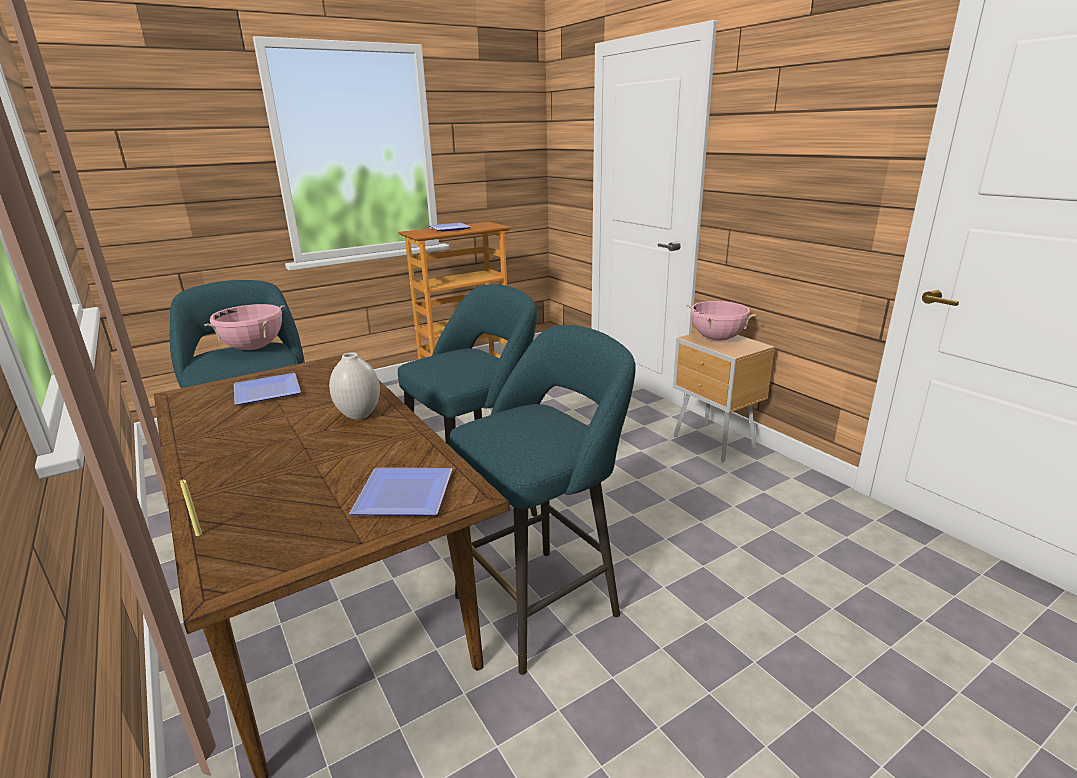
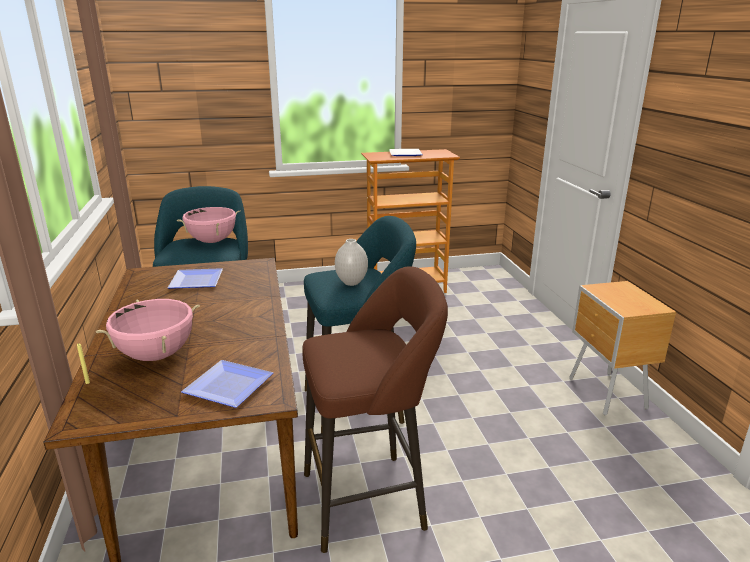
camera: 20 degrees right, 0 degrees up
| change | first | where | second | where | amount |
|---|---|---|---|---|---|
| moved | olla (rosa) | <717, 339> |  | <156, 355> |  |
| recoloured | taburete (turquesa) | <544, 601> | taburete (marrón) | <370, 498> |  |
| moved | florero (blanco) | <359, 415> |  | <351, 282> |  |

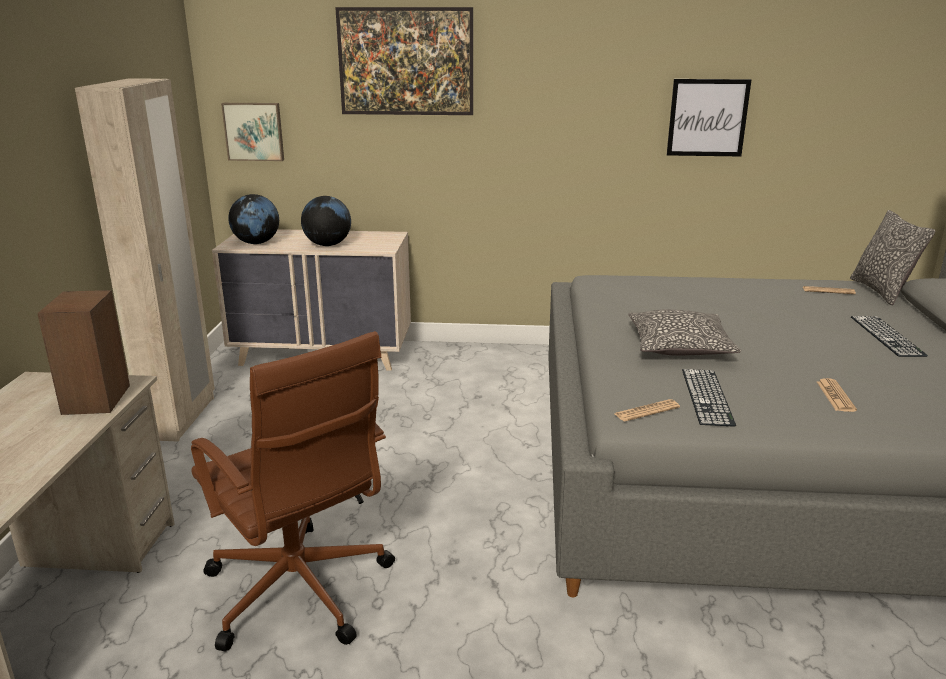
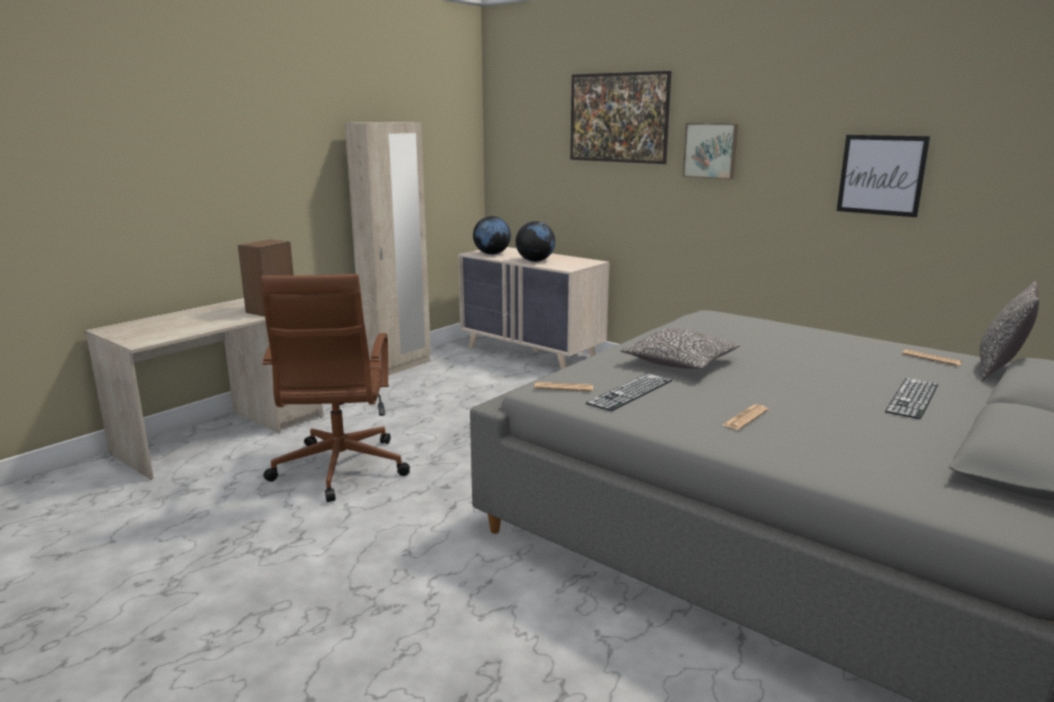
camera: 35 degrees right, 5 degrees down
| change | first | where | second | where | amount |
|---|---|---|---|---|---|
| moved | cuadro | <254, 131> |  | <711, 150> |  |

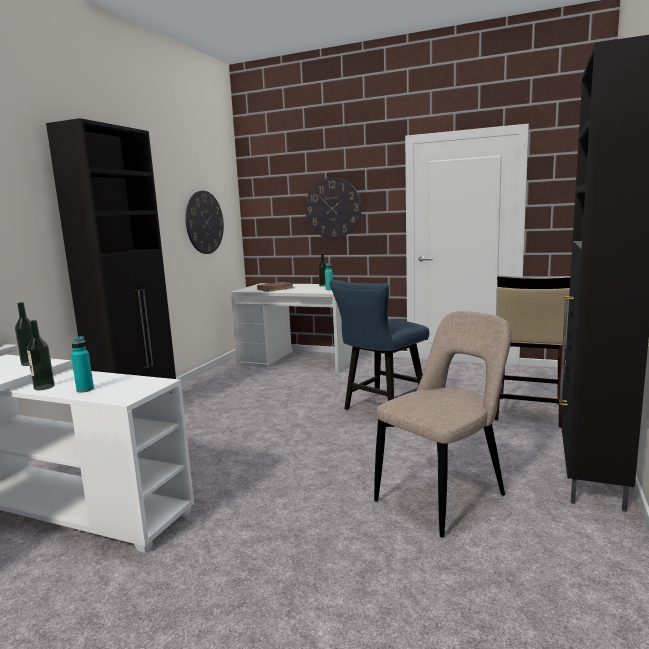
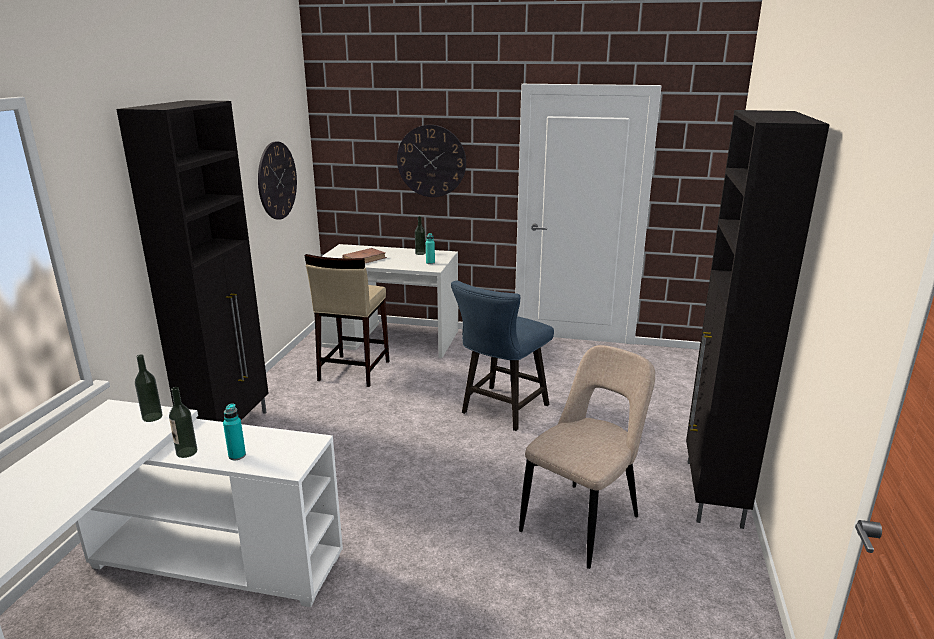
camera: 10 degrees left, 10 degrees up
| change | first | where | second | where | amount |
|---|---|---|---|---|---|
| moved | taburete (beis) | <527, 411> |  | <353, 371> |  |

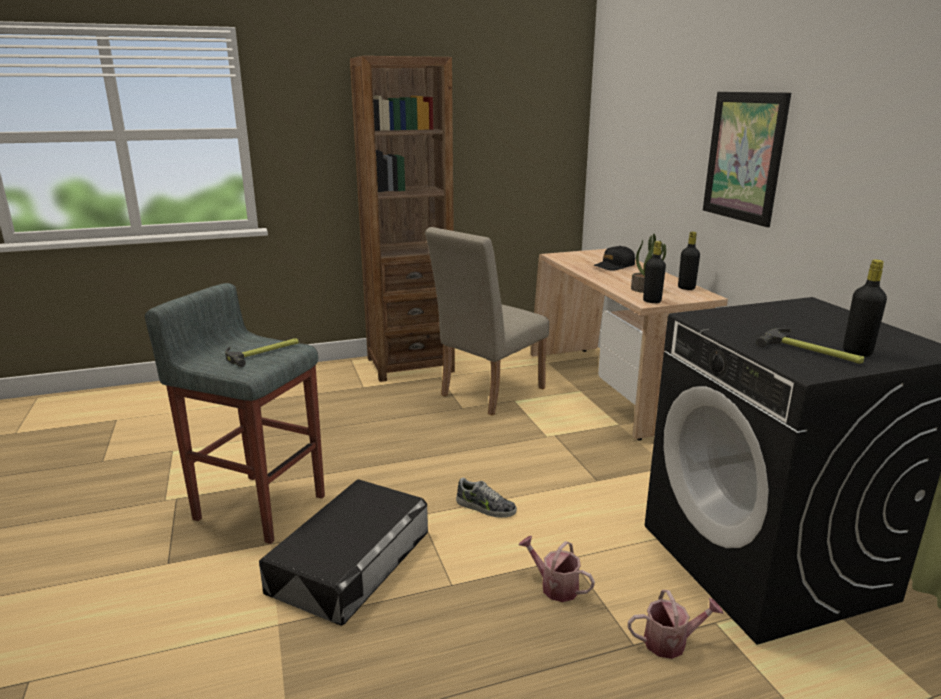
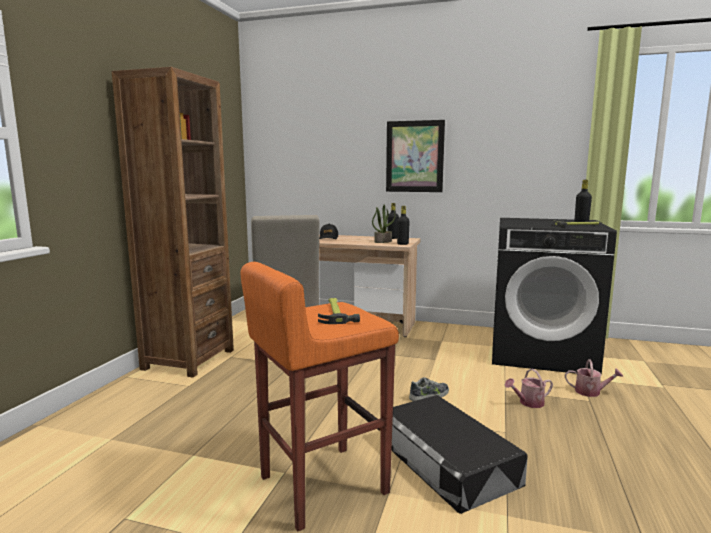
camera: 55 degrees left, 10 degrees down
| change | first | where | second | where | amount |
|---|---|---|---|---|---|
| recoloured | taburete (gris) | <259, 506> | taburete (naranja) | <321, 484> |  |
| turned | regadera | <671, 642> |  | <591, 392> | 75 degrees clockwise |

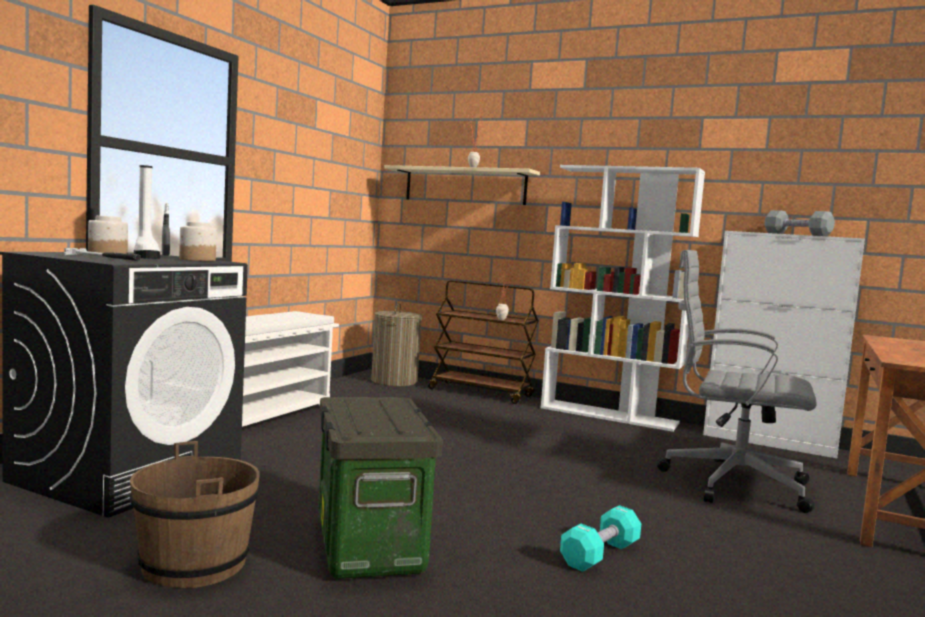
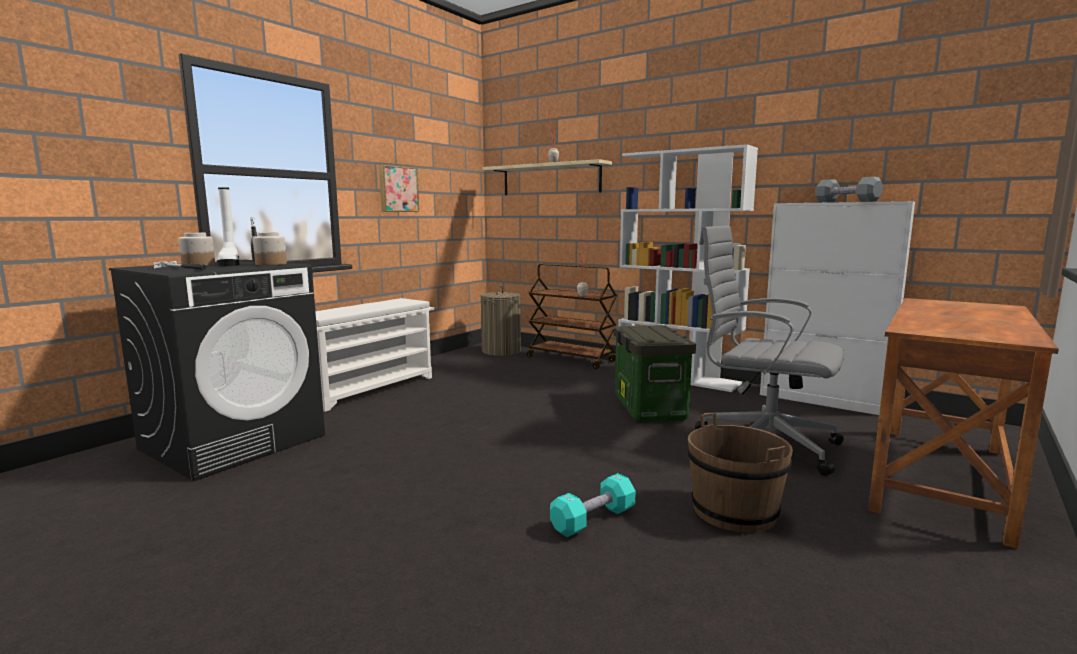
camera: 10 degrees right, 5 degrees up
| change | first | where | second | where | amount |
|---|---|---|---|---|---|
| added |  |  | cuadro | <398, 189> |  |
| moved | caja de almacenaje | <367, 543> |  | <647, 407> |  |
| moved | cubo (marrón) | <194, 564> |  | <734, 511> |  |

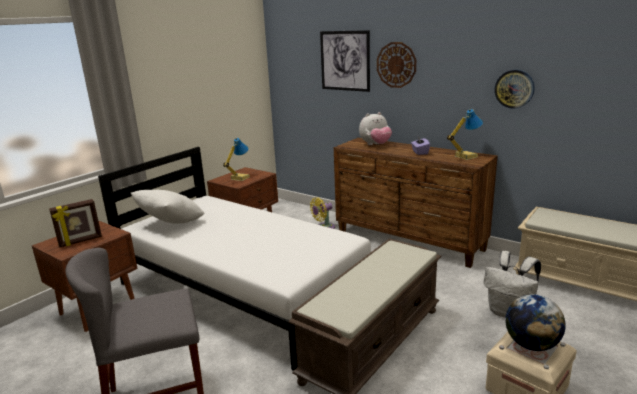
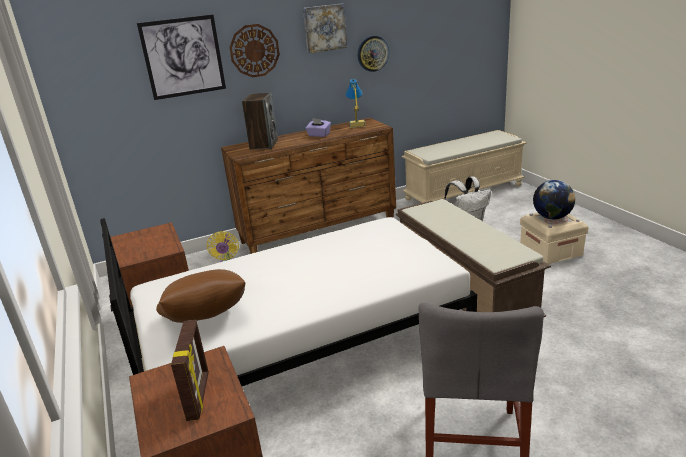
camera: 60 degrees left, 5 degrees up
| change | first | where | second | where | amount |
|---|---|---|---|---|---|
| recoloured | cojín (blanco) | <171, 224> | cojín (marrón) | <205, 321> |  |
| replaced | peluche | <375, 145> | altavoz | <263, 145> |  |
| added |  |  | cuadro | <324, 28> |  |
| removed | lámpara de mesa | <239, 178> |  |  |  |

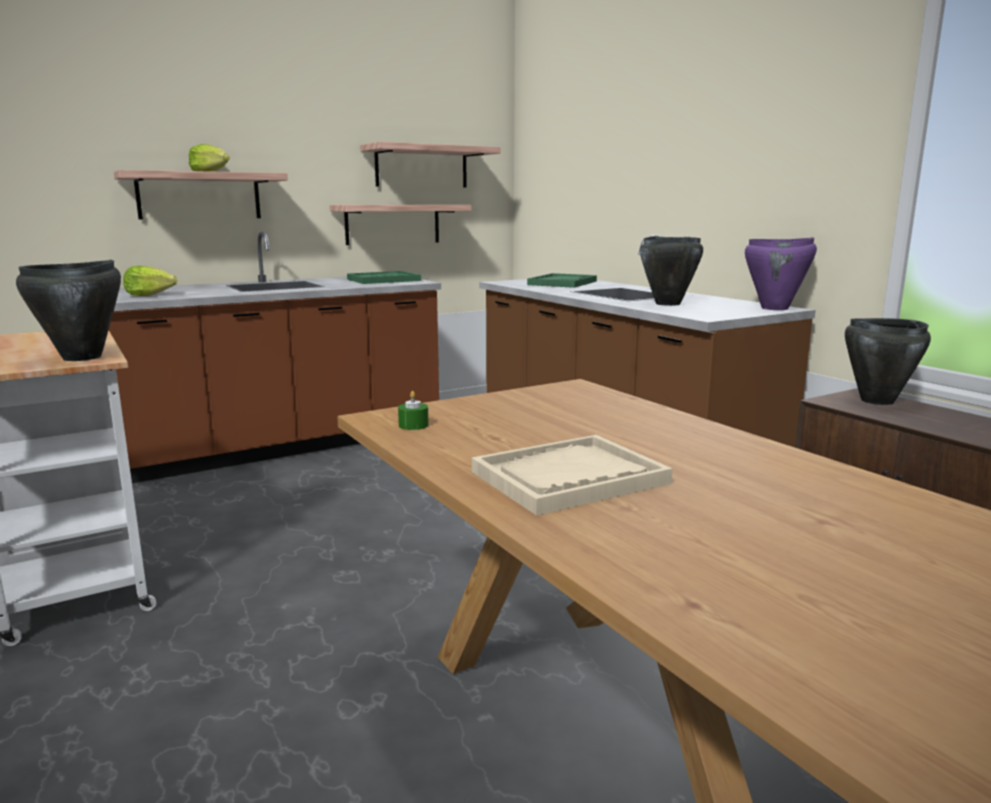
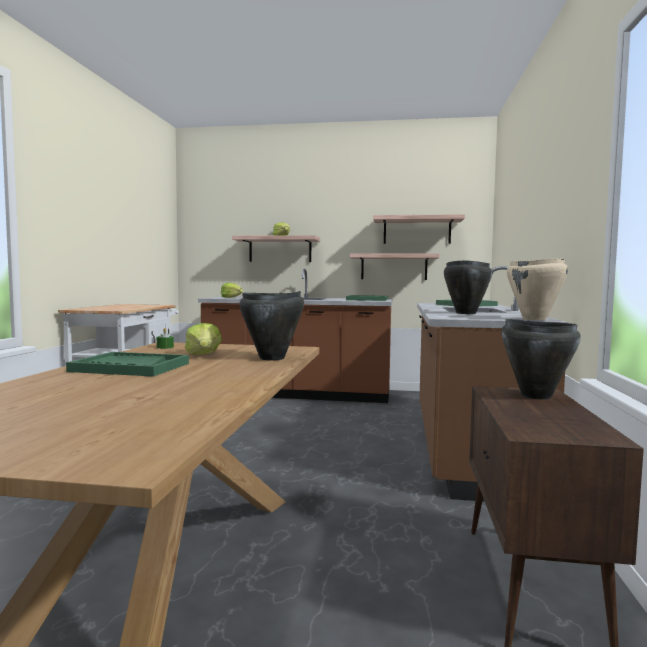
camera: 40 degrees right, 10 degrees down
| change | first | where | second | where | amount |
|---|---|---|---|---|---|
| recoloured | bandeja (beis) | <569, 478> | bandeja (verde) | <130, 367> |  |
| added |  |  | lechuga | <204, 354> |  |
| moved | olla (negro) | <83, 357> |  | <272, 358> |  |
| recoloured | olla (morado) | <775, 308> | olla (beis) | <534, 319> |  |

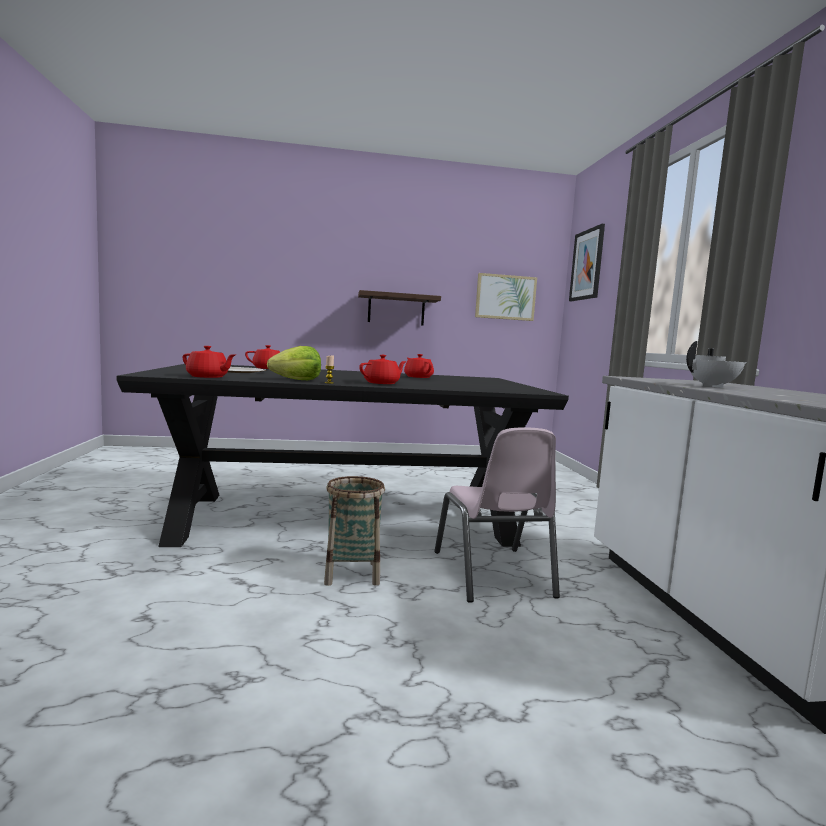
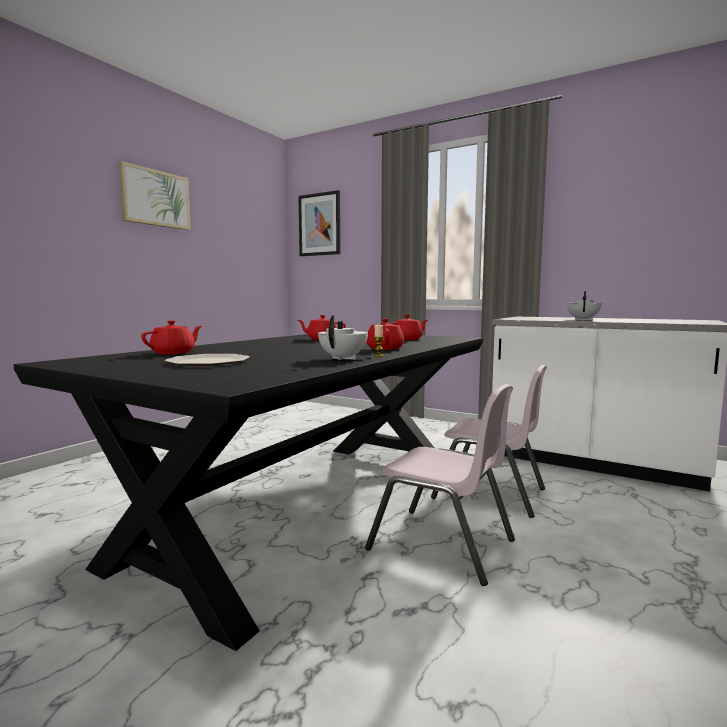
camera: 50 degrees left, 0 degrees up
| change | first | where | second | where | amount |
|---|---|---|---|---|---|
| moved | cuadro | <505, 297> |  | <155, 198> |  |
| replaced | lechuga | <297, 380> | tetera (blanco) | <344, 358> |  |
| replaced | cesta | <352, 573> | silla (rosa) | <442, 545> |  |
| moved | tetera (rojo) | <208, 377> |  | <407, 339> |  |
| removed | estante | <396, 309> |  |  |  |

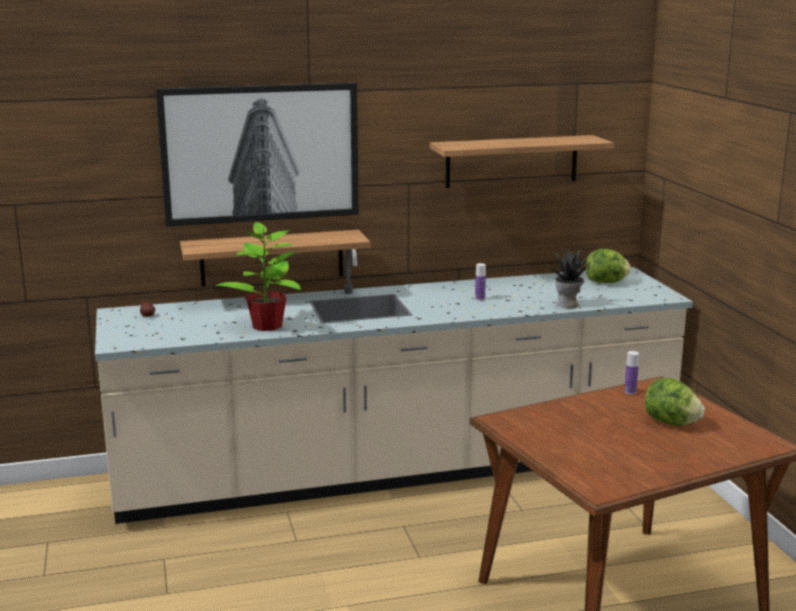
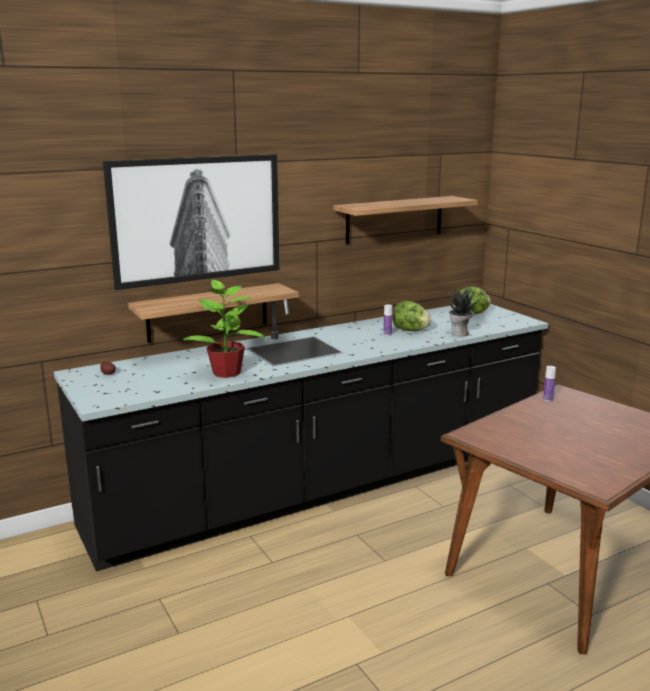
camera: 15 degrees left, 0 degrees up
| change | first | where | second | where | amount |
|---|---|---|---|---|---|
| recoloured | mueble bajo de cocina (beis) | <398, 470> | mueble bajo de cocina (negro) | <325, 485> |  |
| moved | lechuga | <671, 423> |  | <410, 330> |  |

